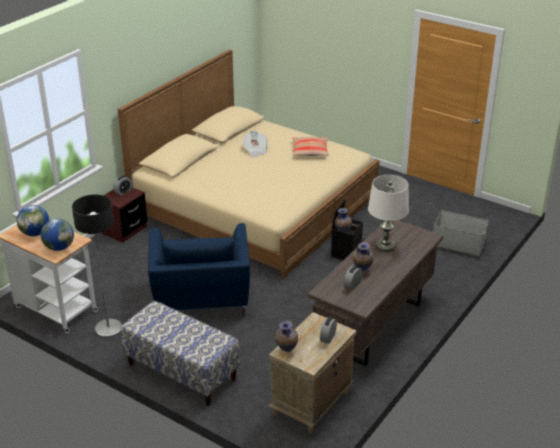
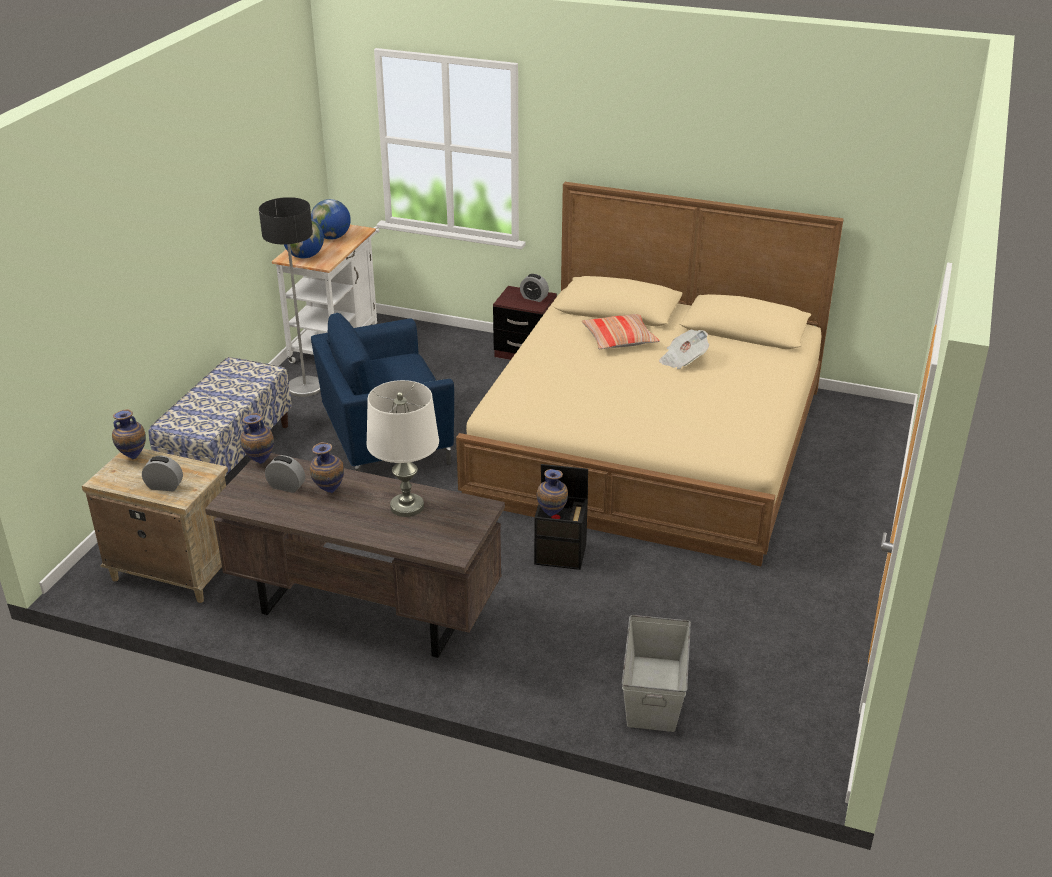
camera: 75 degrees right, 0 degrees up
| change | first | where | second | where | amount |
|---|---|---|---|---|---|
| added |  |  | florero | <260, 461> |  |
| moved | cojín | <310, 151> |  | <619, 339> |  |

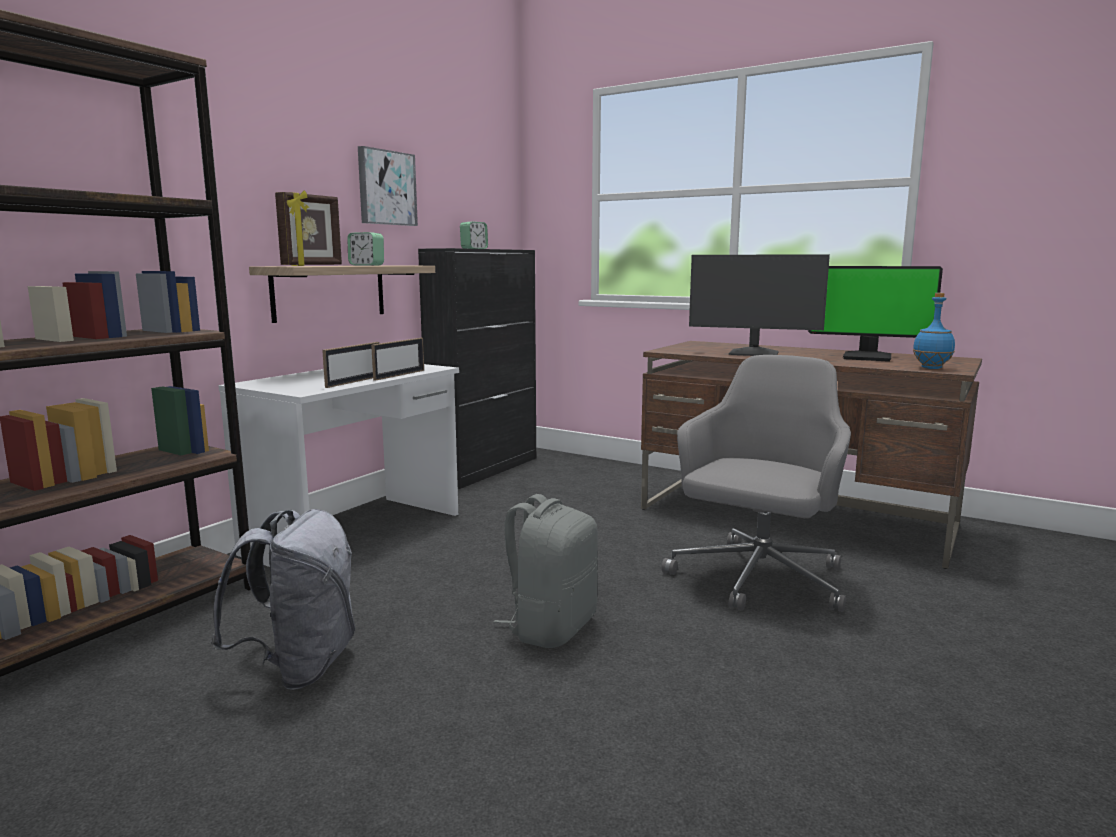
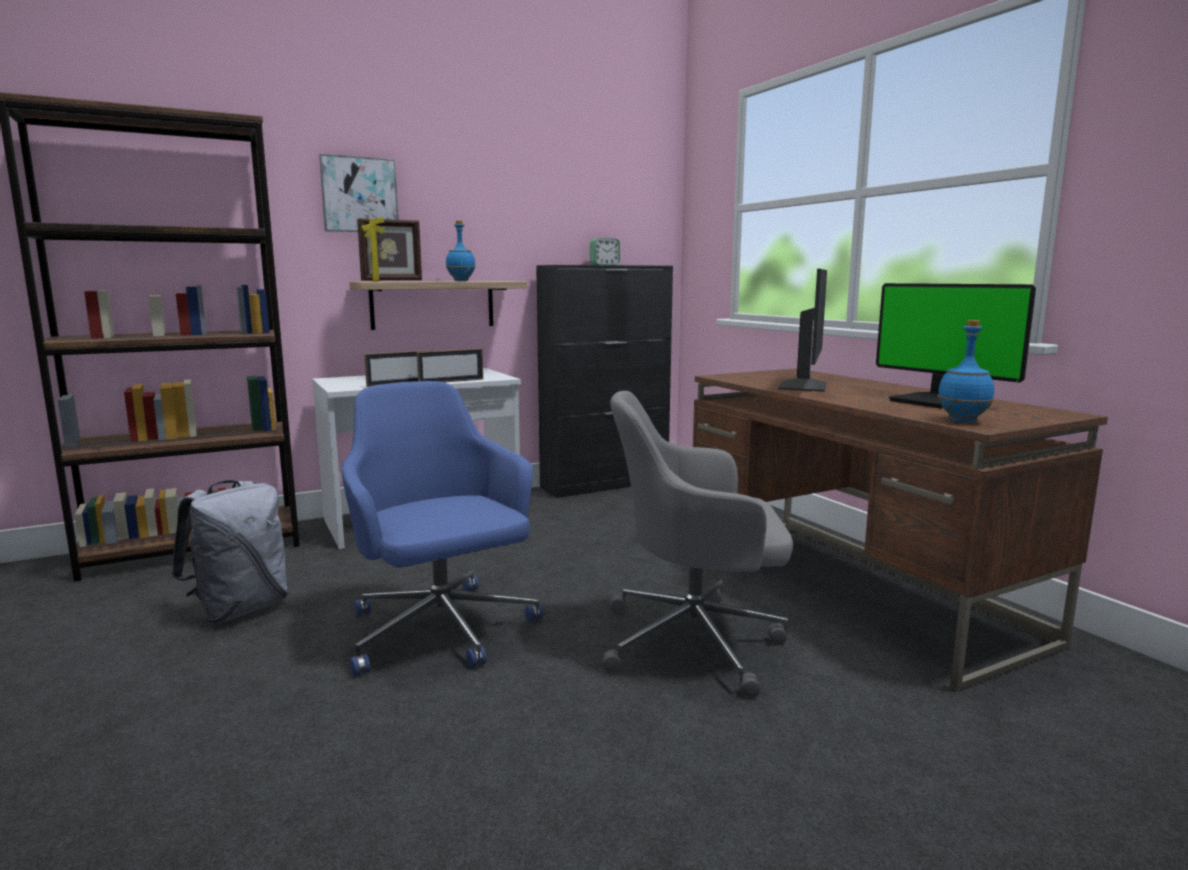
camera: 30 degrees right, 0 degrees up
| change | first | where | second | where | amount |
|---|---|---|---|---|---|
| moved | cuadro | <386, 188> |  | <359, 195> |  |
| replaced | mochila (gris) | <551, 627> | silla de oficina (azul) | <441, 631> |  |
| replaced | despertador | <366, 265> | botella (azul) | <461, 281> |  |
| turned | silla de oficina (gris) | <757, 580> |  | <696, 641> | 150 degrees counterclockwise |
| turned | monitor | <754, 353> |  | <805, 386> | 120 degrees counterclockwise |

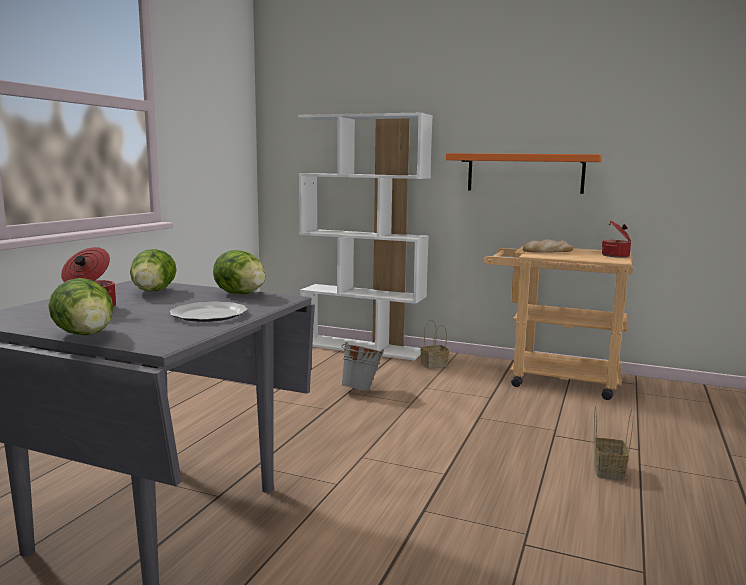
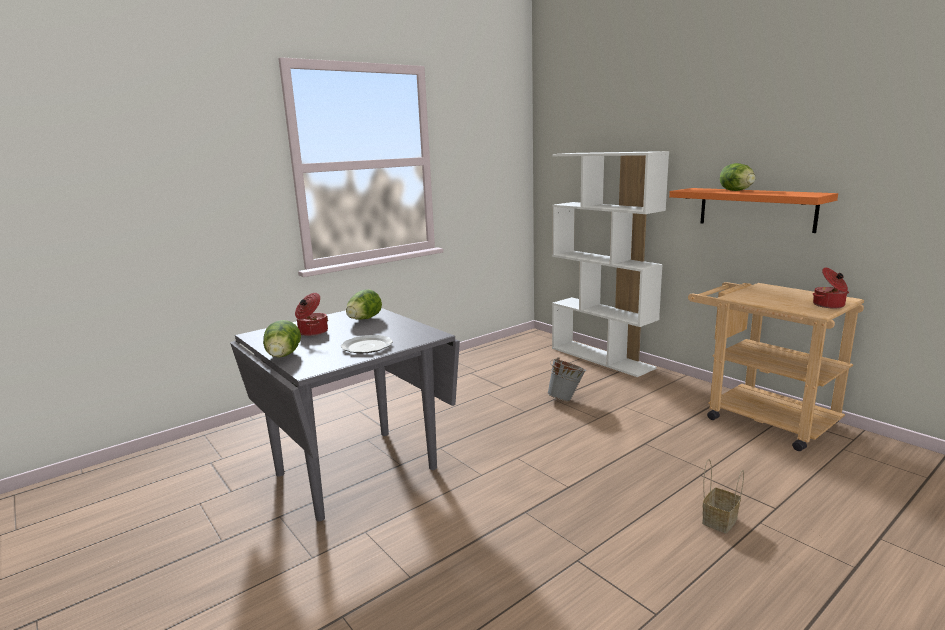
camera: 30 degrees right, 5 degrees up
| change | first | where | second | where | amount |
|---|---|---|---|---|---|
| moved | lechuga | <241, 294> |  | <736, 191> |  |
| removed | cesta | <433, 365> |  |  |  |
| removed | pan | <547, 251> |  |  |  |

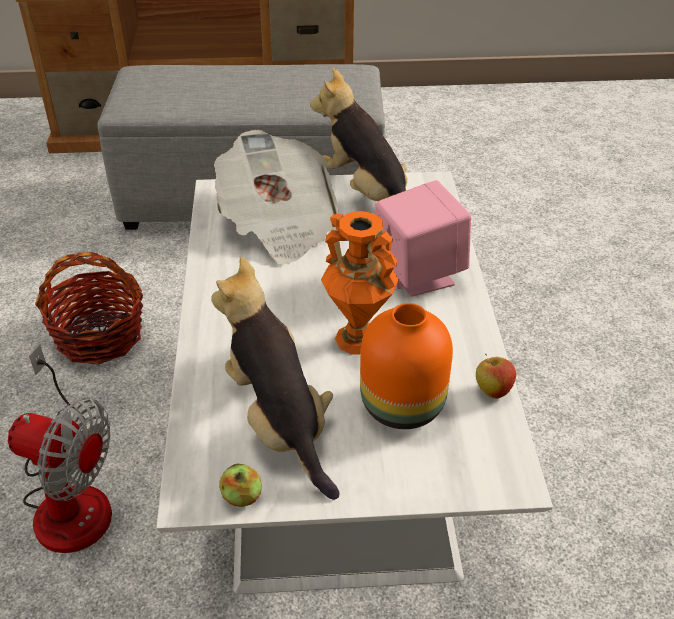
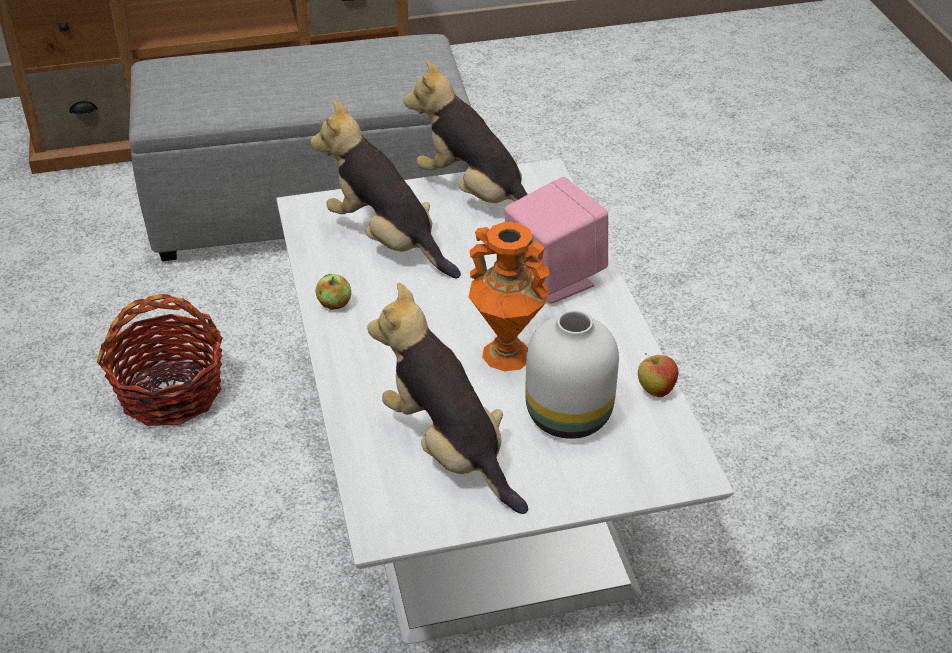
camera: 10 degrees left, 0 degrees up
| change | first | where | second | where | amount |
|---|---|---|---|---|---|
| replaced | periódico | <279, 225> | peluche | <387, 240> |  |
| moved | manzana | <242, 497> |  | <334, 304> |  |
| recoloured | florero (naranja) | <403, 407> | florero (blanco) | <569, 417> |  |
| removed | ventilador | <70, 496> |  |  |  |

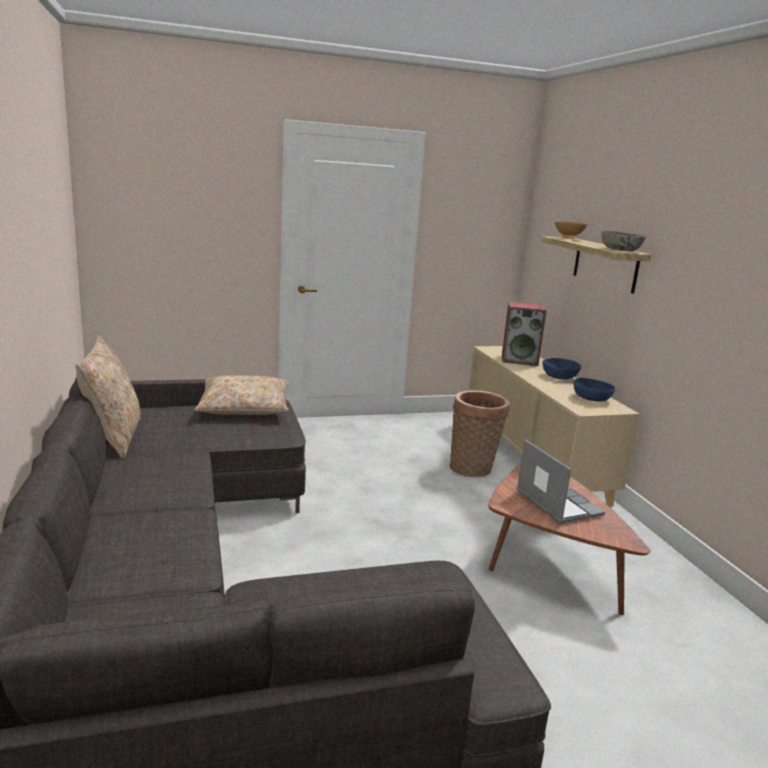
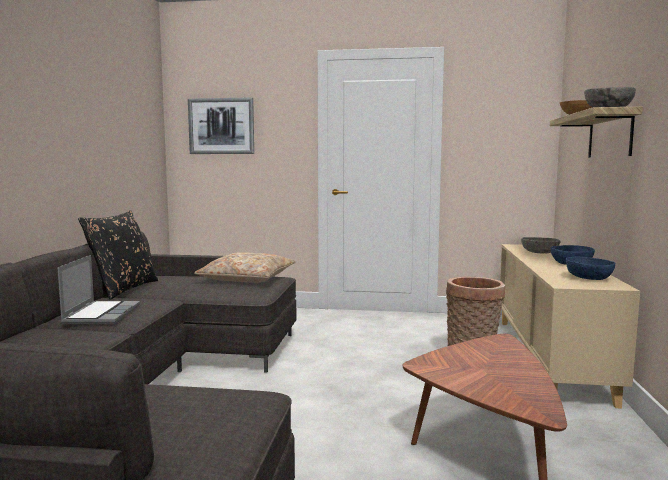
camera: 25 degrees right, 10 degrees down
| change | first | where | second | where | amount |
|---|---|---|---|---|---|
| moved | portátil | <556, 503> |  | <102, 314> |  |
| recoloured | cojín (beis) | <113, 438> | cojín (negro) | <123, 289> |  |
| added |  |  | cuadro | <221, 126> |  |
| replaced | altavoz | <520, 360> | cuenco (gris) | <540, 253> |  |

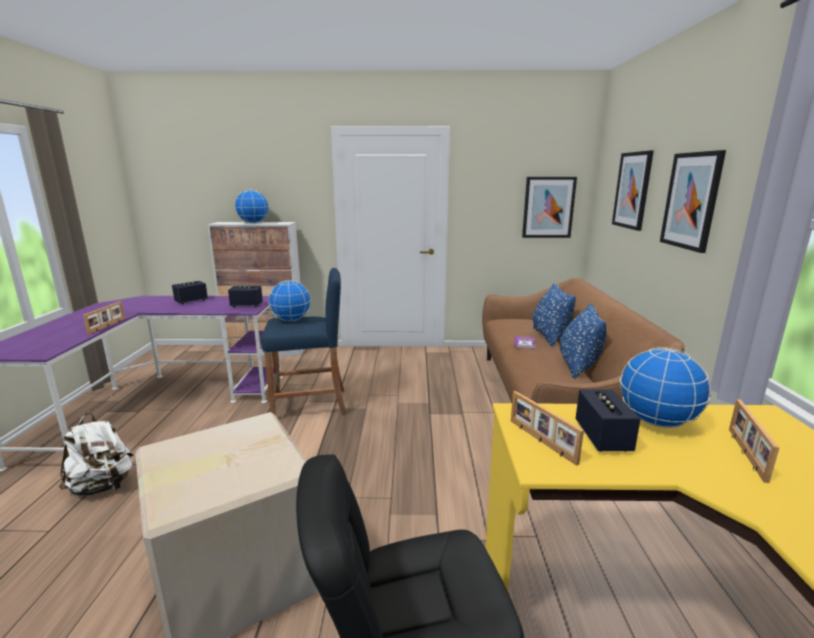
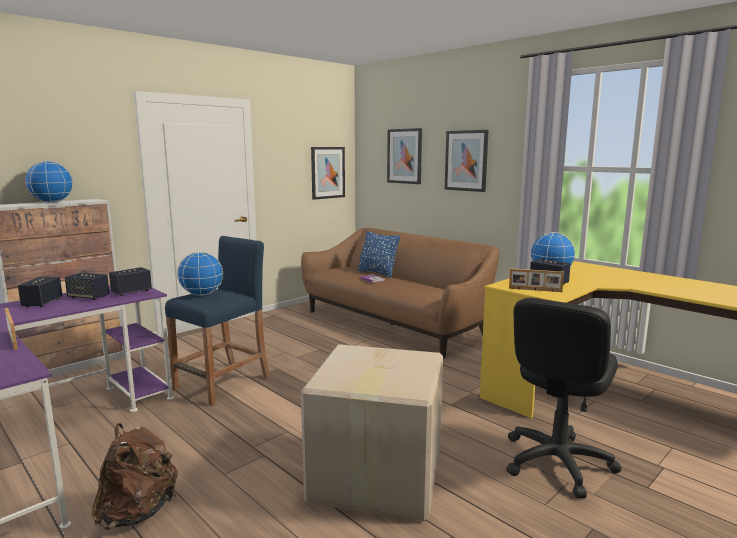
camera: 45 degrees left, 5 degrees down
| change | first | where | second | where | amount |
|---|---|---|---|---|---|
| added |  |  | altavoz | <88, 297> |  |
| recoloured | mochila (blanco) | <103, 486> | mochila (marrón) | <138, 512> |  |
| removed | cojín (azul) | <578, 366> |  |  |  |
| removed | portarretratos | <745, 453> |  |  |  |

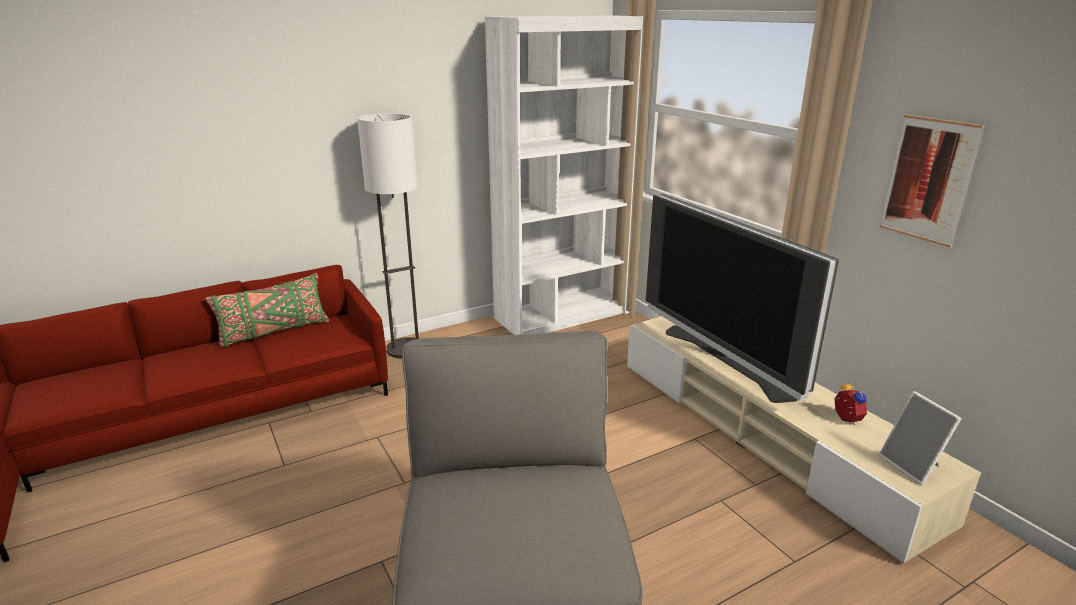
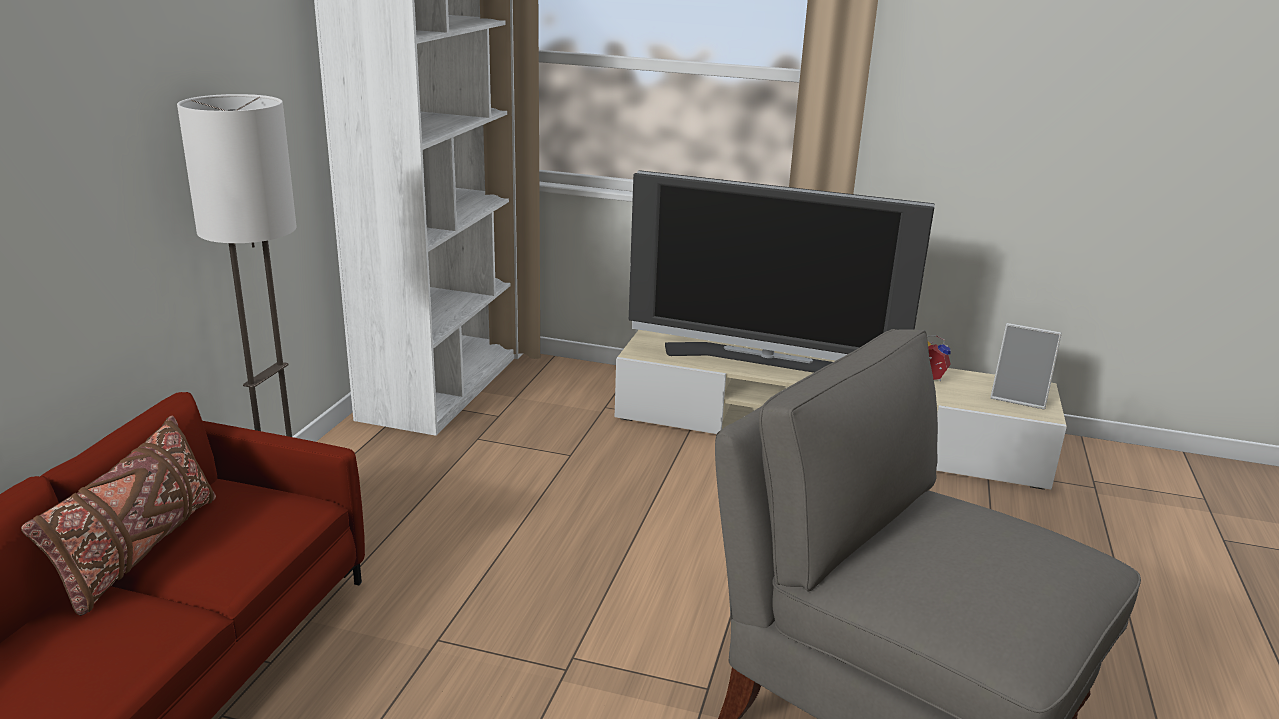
camera: 45 degrees left, 0 degrees up
| change | first | where | second | where | amount |
|---|---|---|---|---|---|
| recoloured | cojín (verde) | <274, 331> | cojín (marrón) | <139, 551> |  |
| removed | cuadro | <928, 180> |  |  |  |

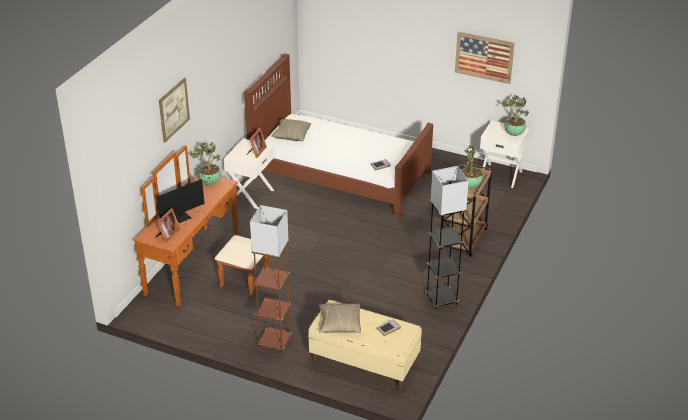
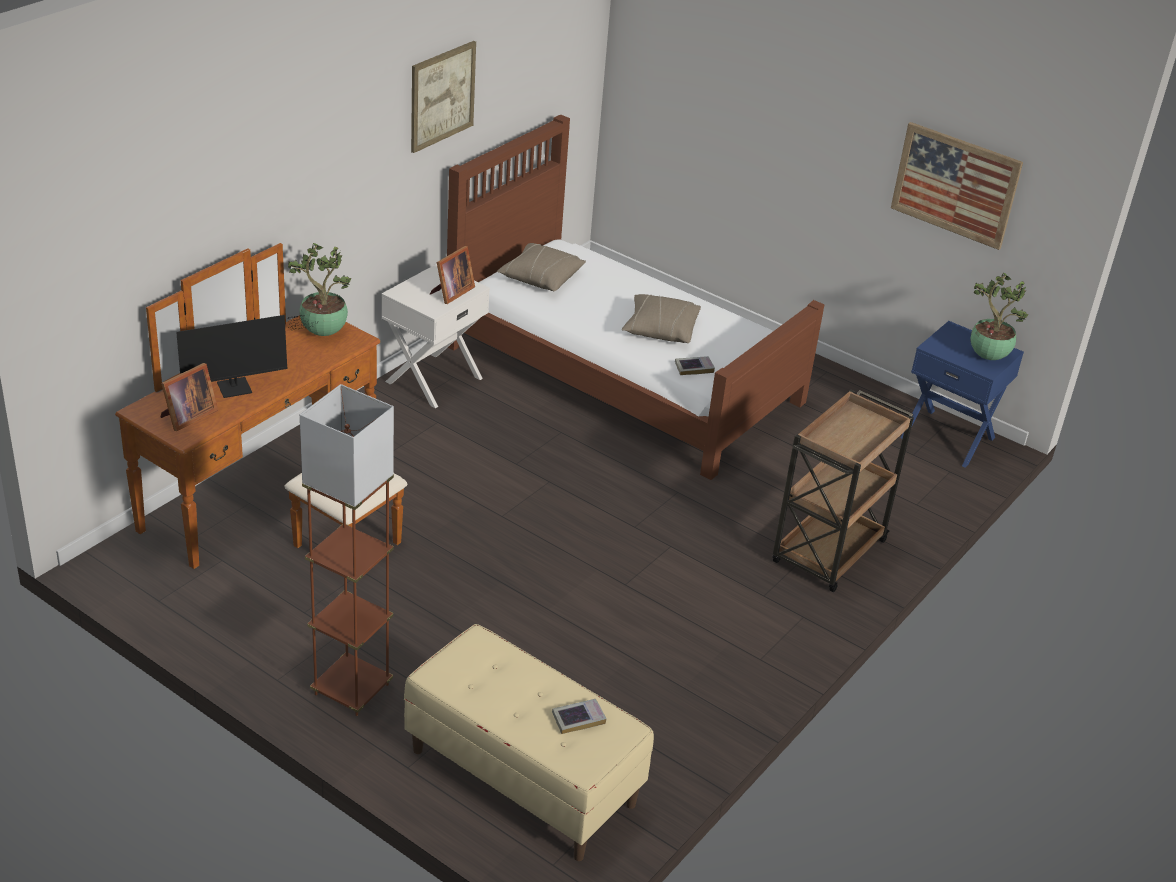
camera: 10 degrees right, 0 degrees up
| change | first | where | second | where | amount |
|---|---|---|---|---|---|
| moved | cuadro | <173, 109> |  | <442, 96> |  |
| moved | cojín (beis) | <339, 324> |  | <660, 329> |  |
| recoloured | mesita de noche (blanco) | <501, 175> | mesita de noche (azul) | <948, 437> |  |
| removed | lámpara de pie (gris) | <441, 299> |  |  |  |
| removed | planta en maceta | <470, 186> |  |  |  |

